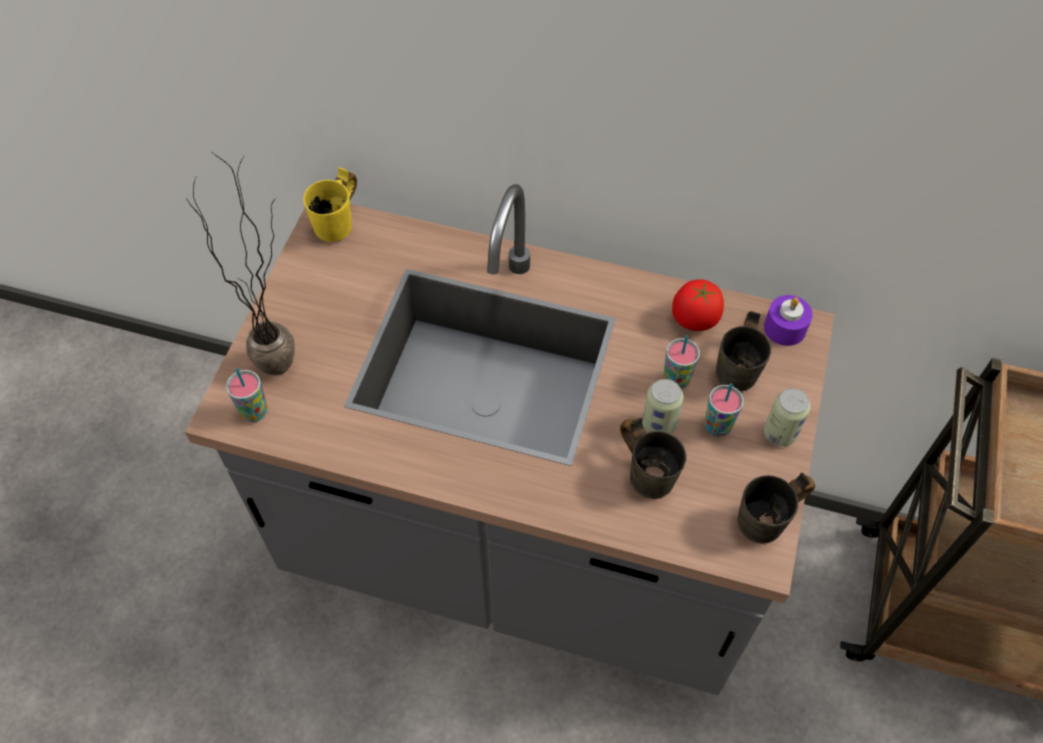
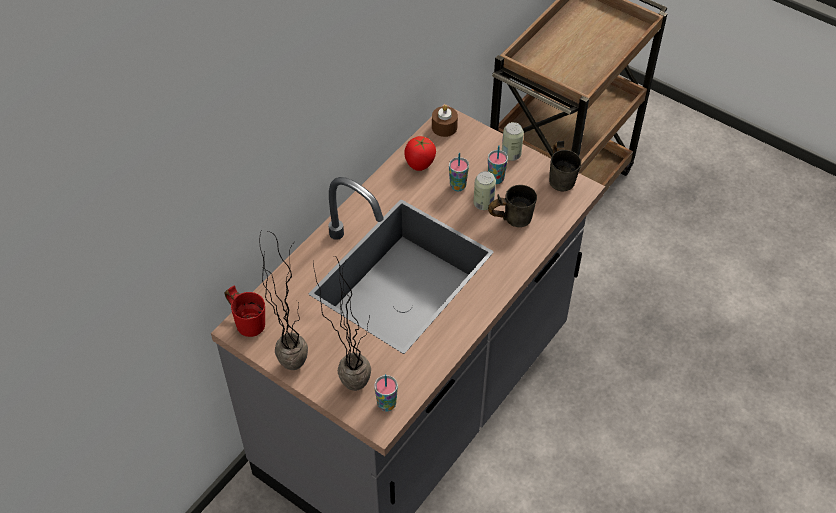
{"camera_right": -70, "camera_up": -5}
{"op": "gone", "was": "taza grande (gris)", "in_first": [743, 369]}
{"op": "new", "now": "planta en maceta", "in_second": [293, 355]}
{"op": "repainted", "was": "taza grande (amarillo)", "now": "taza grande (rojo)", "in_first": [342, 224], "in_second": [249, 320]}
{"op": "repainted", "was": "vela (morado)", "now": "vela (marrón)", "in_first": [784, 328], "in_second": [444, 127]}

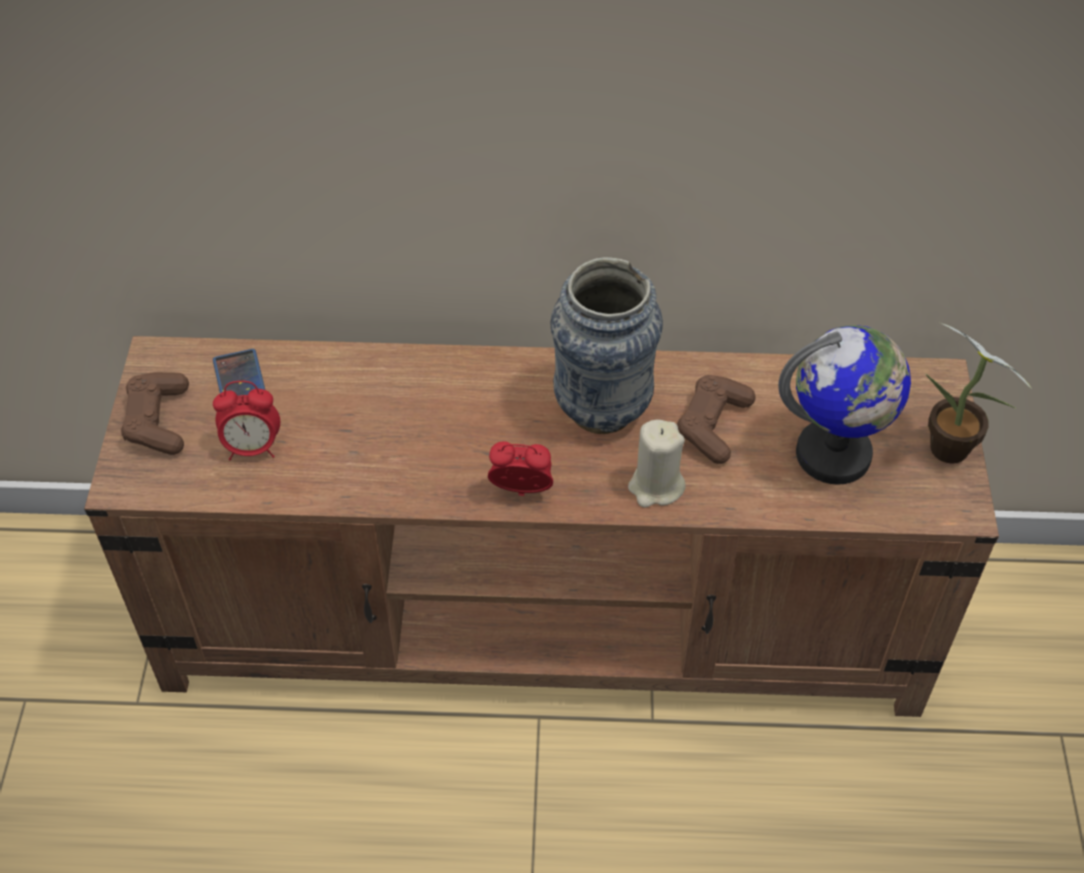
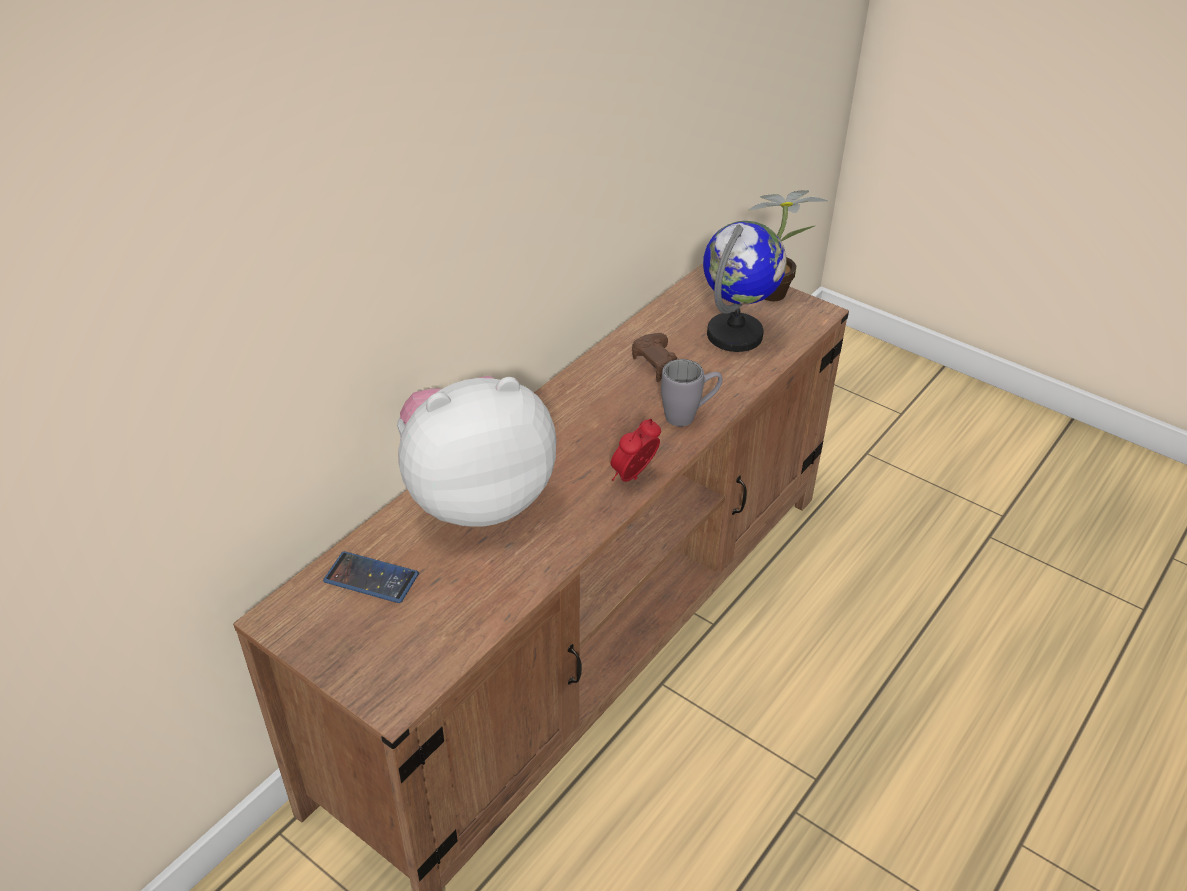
{"camera_right": -55, "camera_up": -10}
{"op": "gone", "was": "mando de consola (marrón)", "in_first": [158, 421]}
{"op": "gone", "was": "despertador", "in_first": [252, 448]}
{"op": "gone", "was": "florero", "in_first": [602, 409]}
{"op": "new", "now": "peluche", "in_second": [476, 497]}
{"op": "swapped", "was": "vela (beis)", "now": "taza grande (gris)", "in_first": [655, 486], "in_second": [689, 416]}

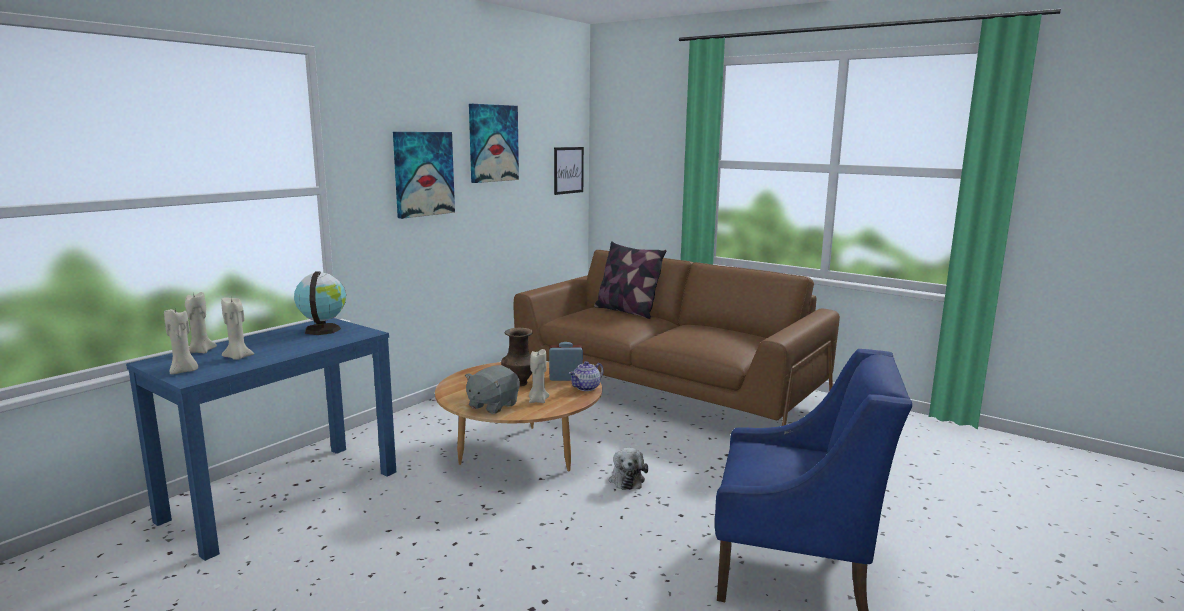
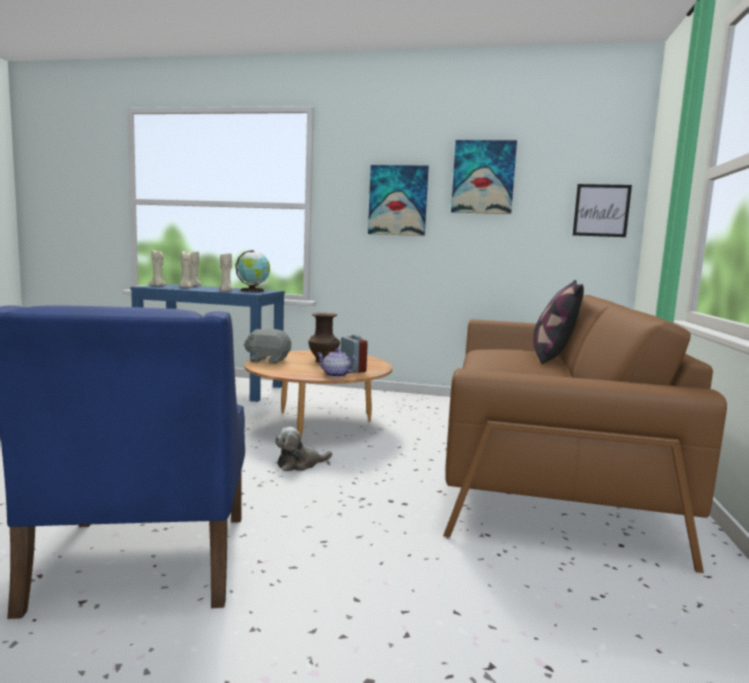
{"camera_right": 65, "camera_up": -5}
{"op": "shifted", "was": "vela (beis)", "in_first": [538, 400], "in_second": [226, 291]}

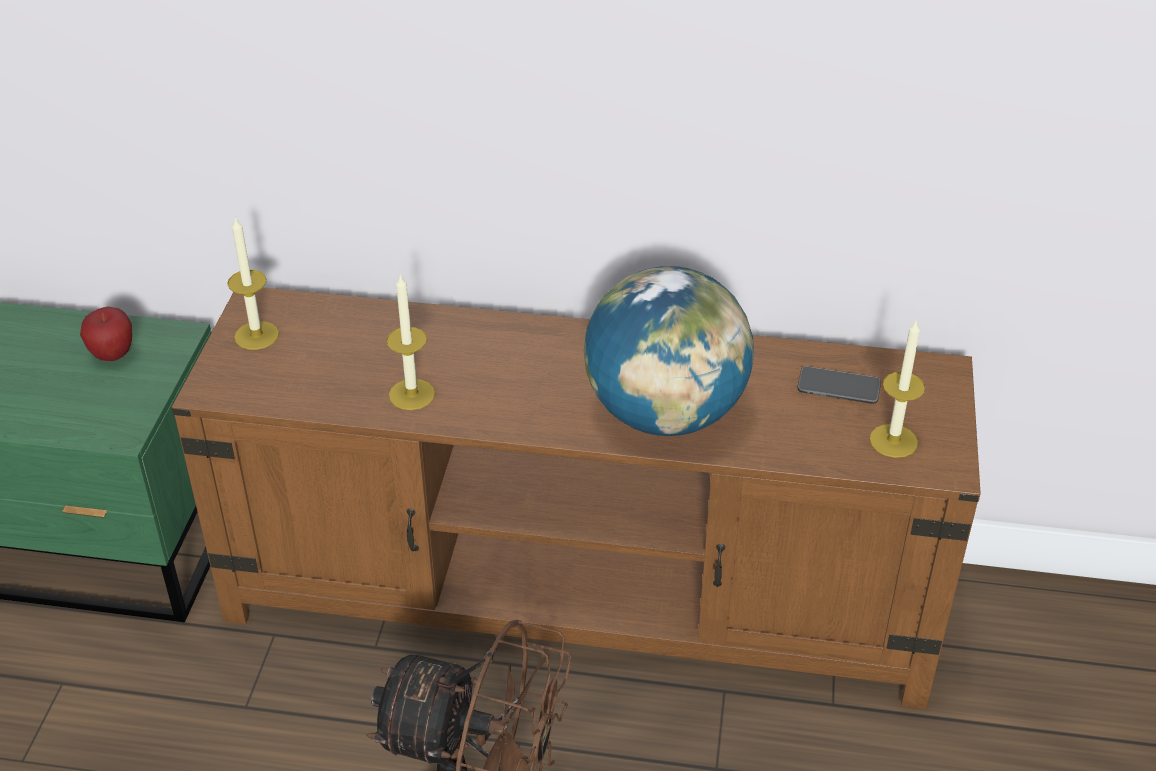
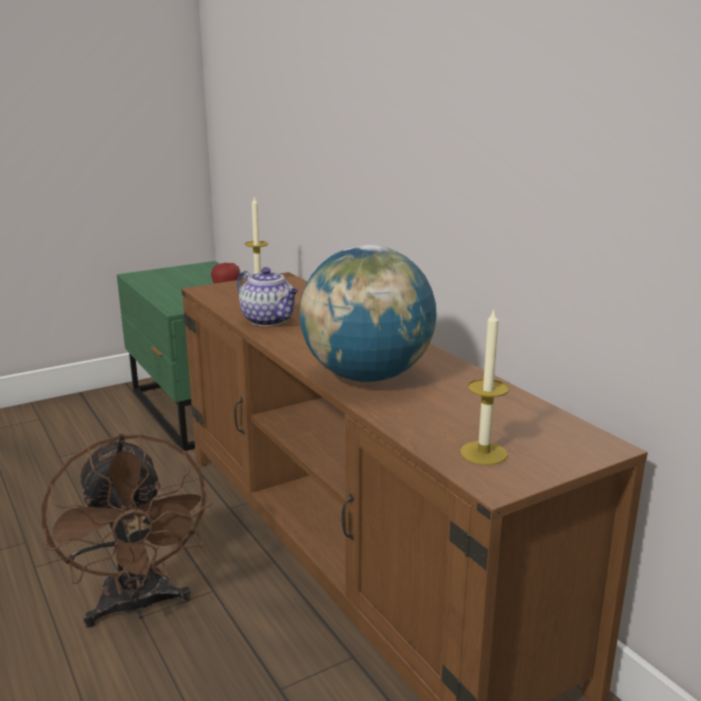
{"camera_right": 50, "camera_up": -20}
{"op": "gone", "was": "móvil", "in_first": [838, 386]}
{"op": "swapped", "was": "vela", "now": "tetera", "in_first": [412, 394], "in_second": [269, 320]}

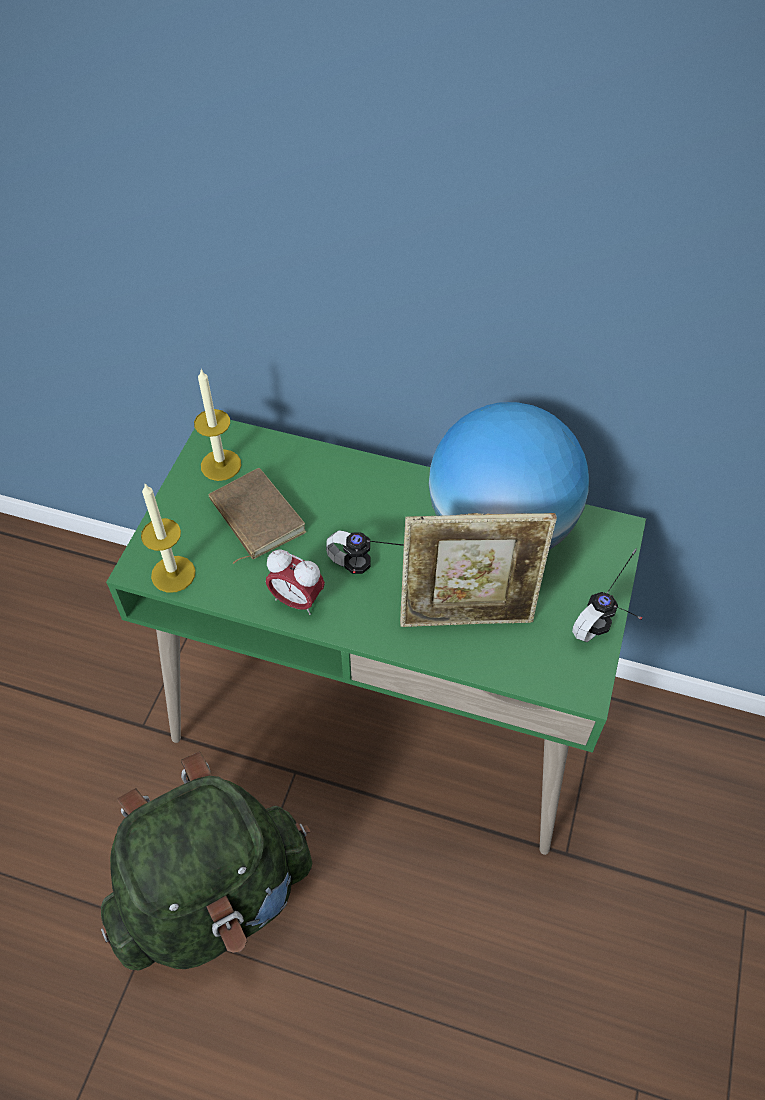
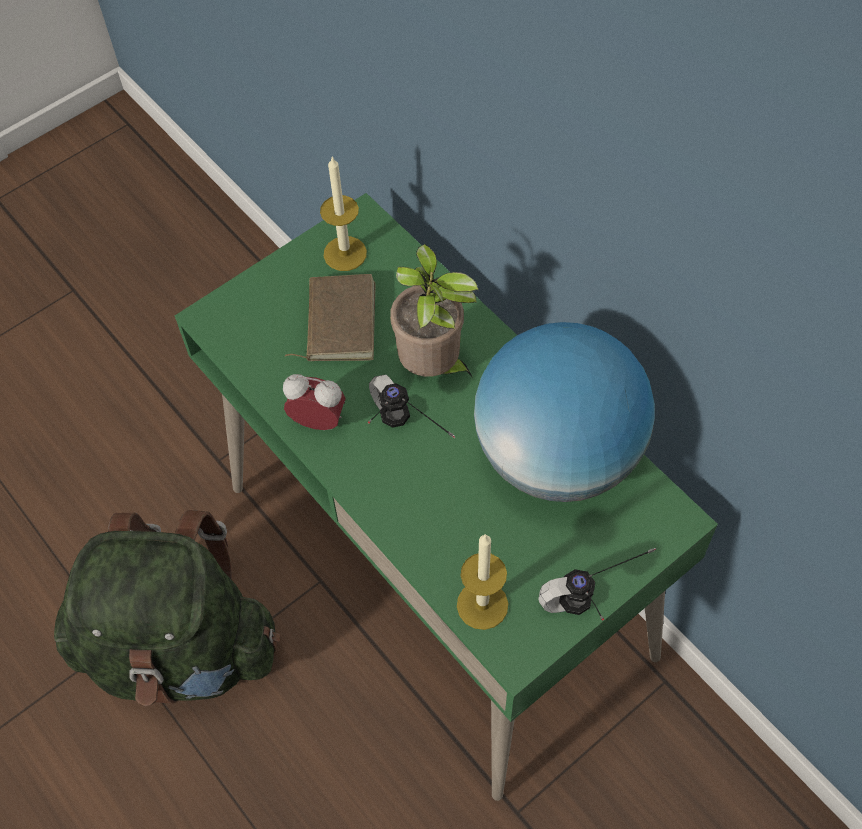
{"camera_right": 35, "camera_up": 5}
{"op": "gone", "was": "portarretratos", "in_first": [467, 617]}
{"op": "new", "now": "planta en maceta", "in_second": [433, 367]}
{"op": "shifted", "was": "vela", "in_first": [173, 574], "in_second": [482, 605]}
{"op": "rotated", "was": "despertador", "in_first": [297, 600], "in_second": [318, 421], "clockwise": 135}

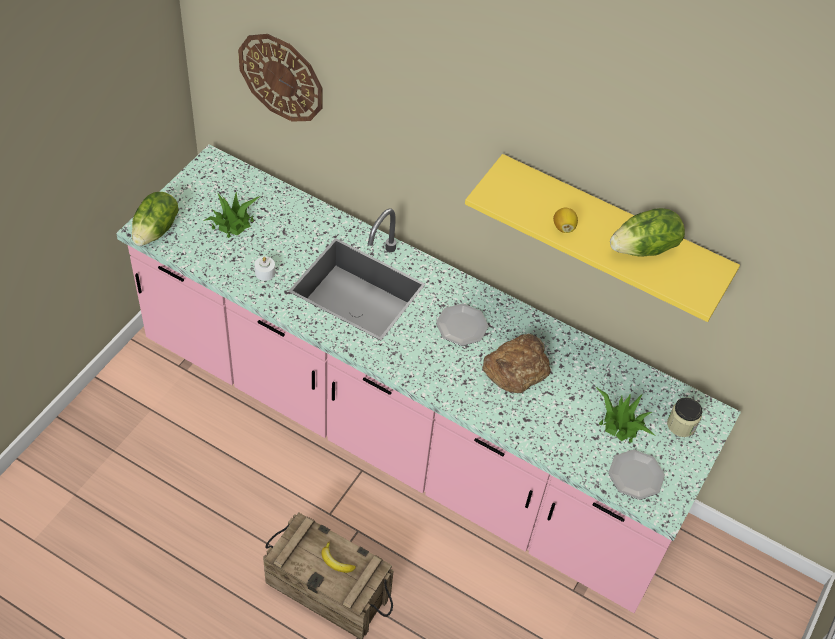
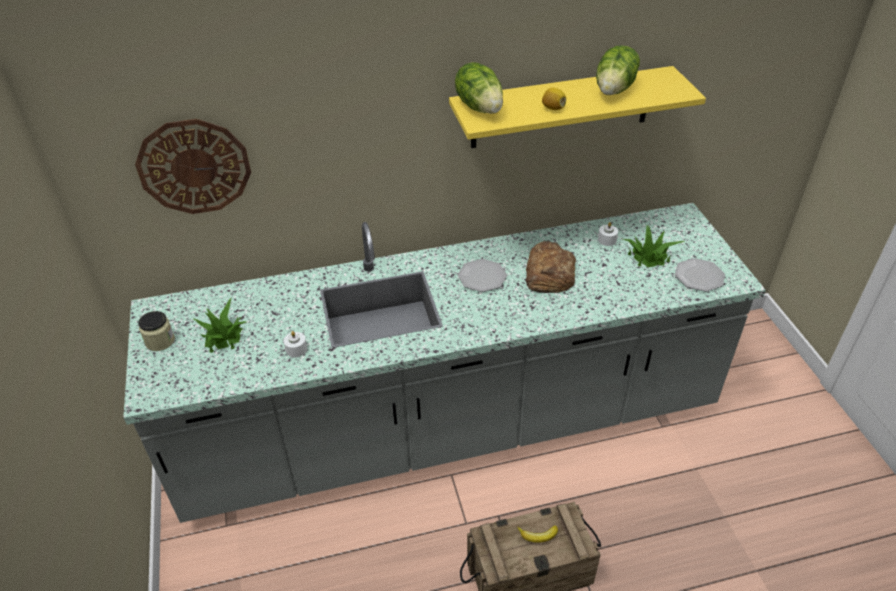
{"camera_right": -40, "camera_up": -10}
{"op": "new", "now": "vela (blanco)", "in_second": [607, 240]}
{"op": "shifted", "was": "lechuga", "in_first": [156, 230], "in_second": [480, 107]}
{"op": "shifted", "was": "tarro", "in_first": [681, 425], "in_second": [160, 341]}
{"op": "repainted", "was": "mueble bajo de cocina (rosa)", "now": "mueble bajo de cocina (gris)", "in_first": [405, 434], "in_second": [450, 427]}

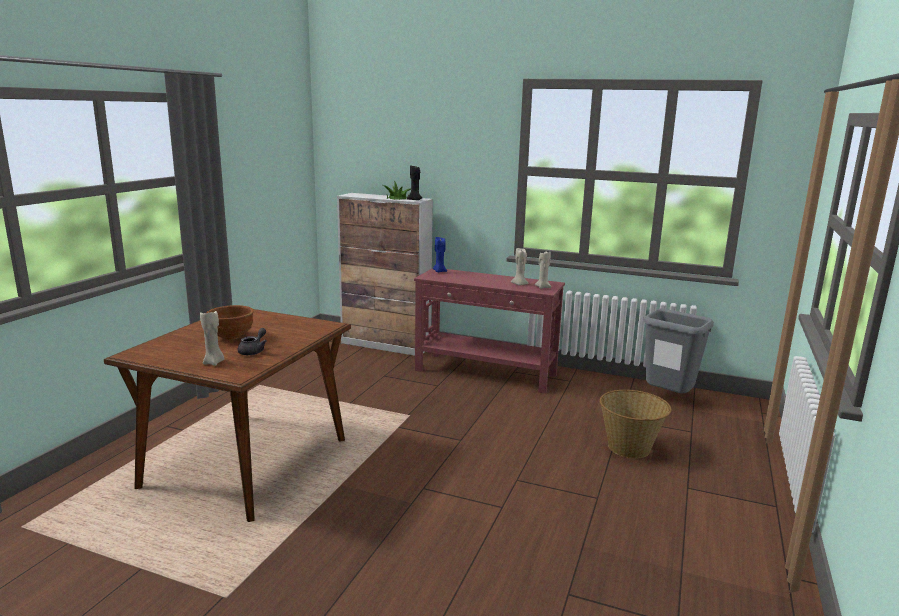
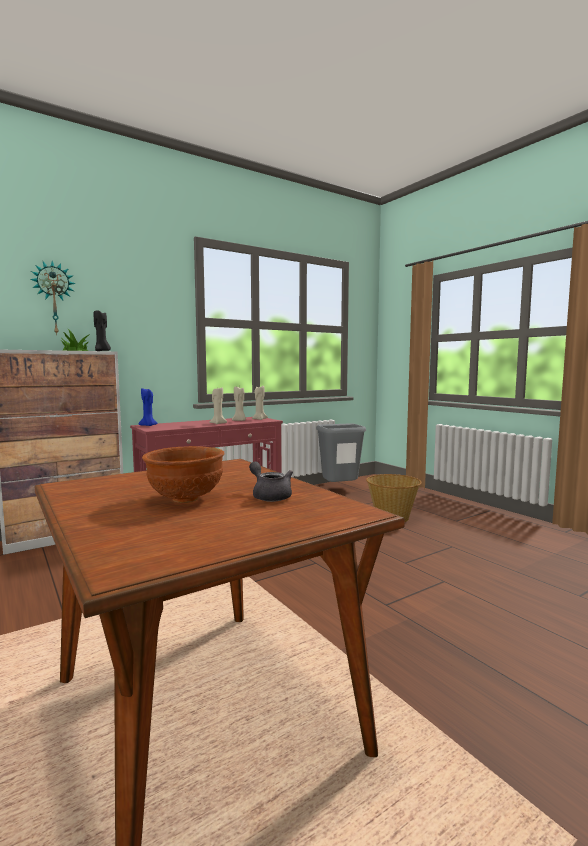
{"camera_right": -55, "camera_up": -10}
{"op": "new", "now": "reloj de pared", "in_second": [53, 298]}
{"op": "shifted", "was": "vela (beis)", "in_first": [214, 362], "in_second": [218, 423]}

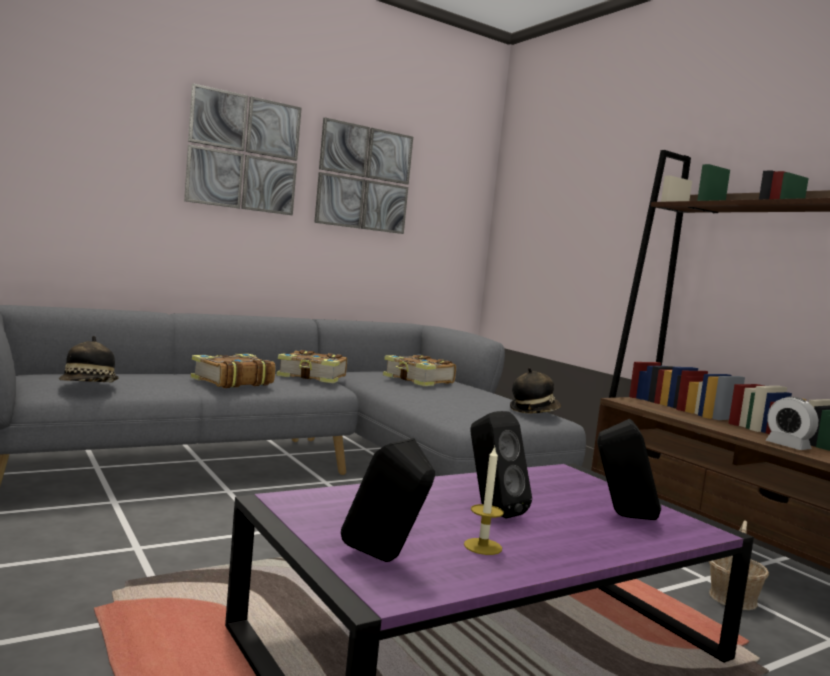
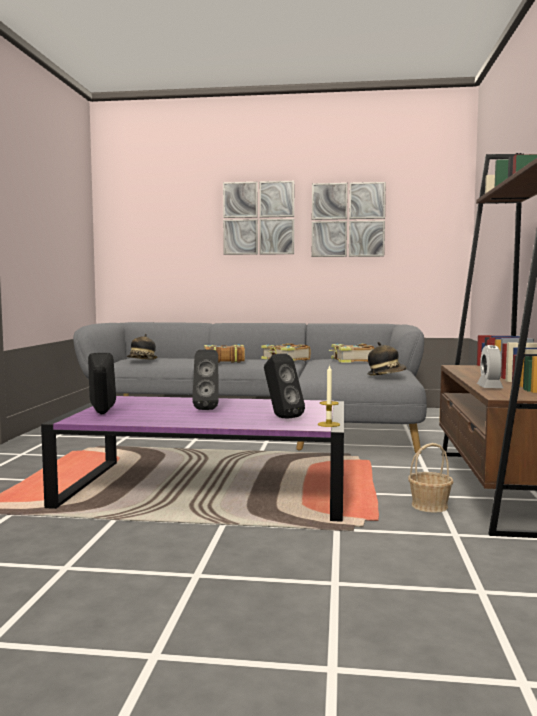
{"camera_right": 40, "camera_up": 0}
{"op": "shifted", "was": "vela", "in_first": [482, 546], "in_second": [328, 424]}

